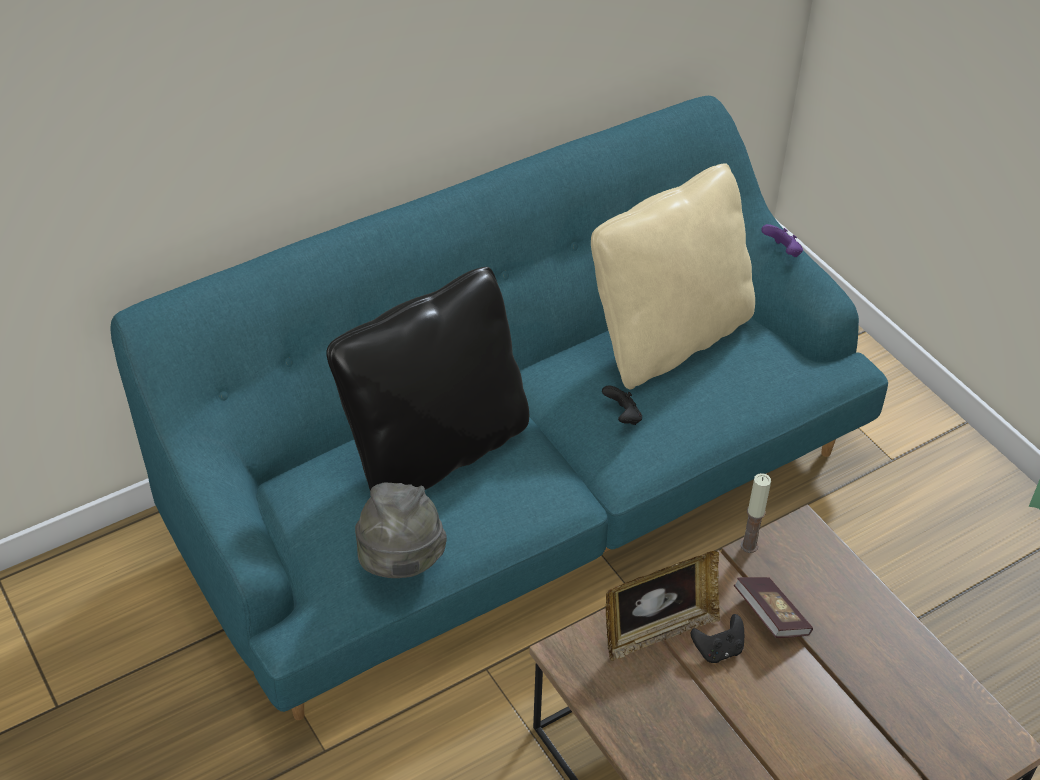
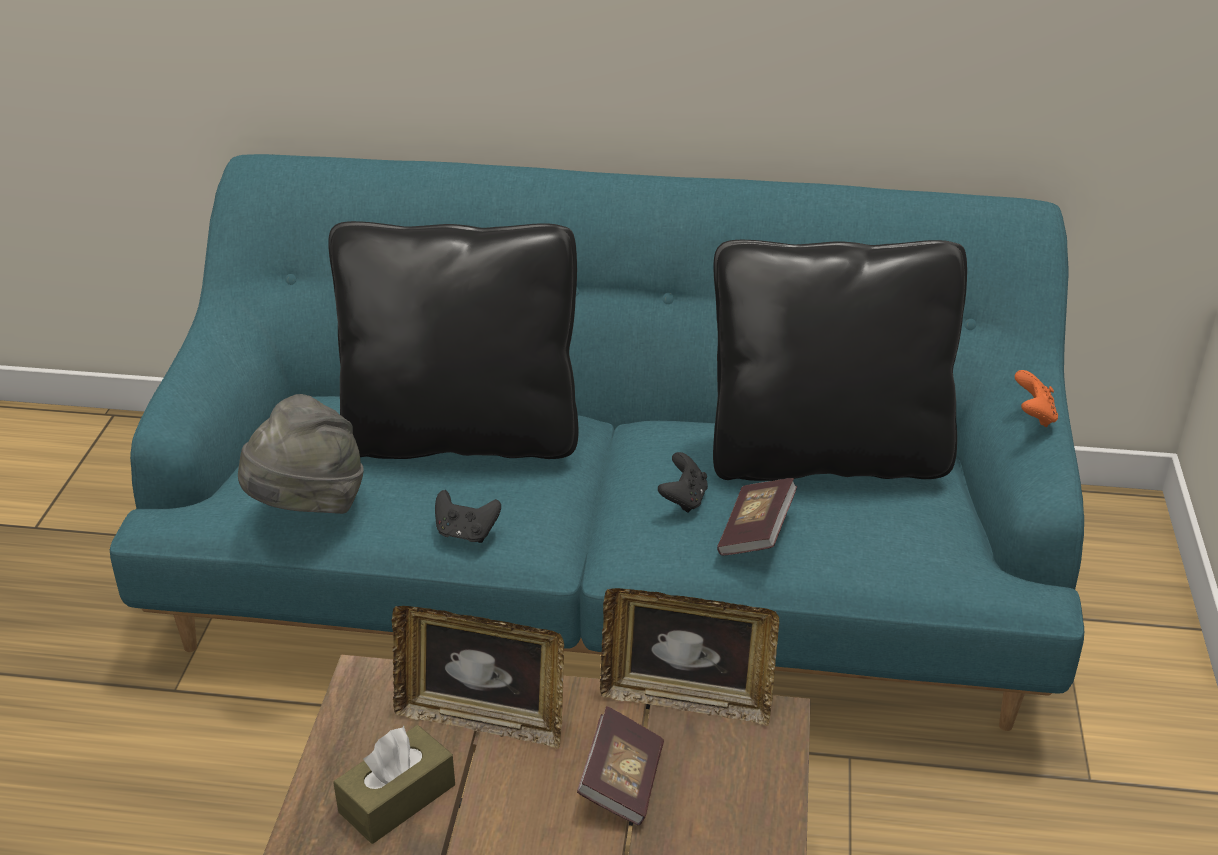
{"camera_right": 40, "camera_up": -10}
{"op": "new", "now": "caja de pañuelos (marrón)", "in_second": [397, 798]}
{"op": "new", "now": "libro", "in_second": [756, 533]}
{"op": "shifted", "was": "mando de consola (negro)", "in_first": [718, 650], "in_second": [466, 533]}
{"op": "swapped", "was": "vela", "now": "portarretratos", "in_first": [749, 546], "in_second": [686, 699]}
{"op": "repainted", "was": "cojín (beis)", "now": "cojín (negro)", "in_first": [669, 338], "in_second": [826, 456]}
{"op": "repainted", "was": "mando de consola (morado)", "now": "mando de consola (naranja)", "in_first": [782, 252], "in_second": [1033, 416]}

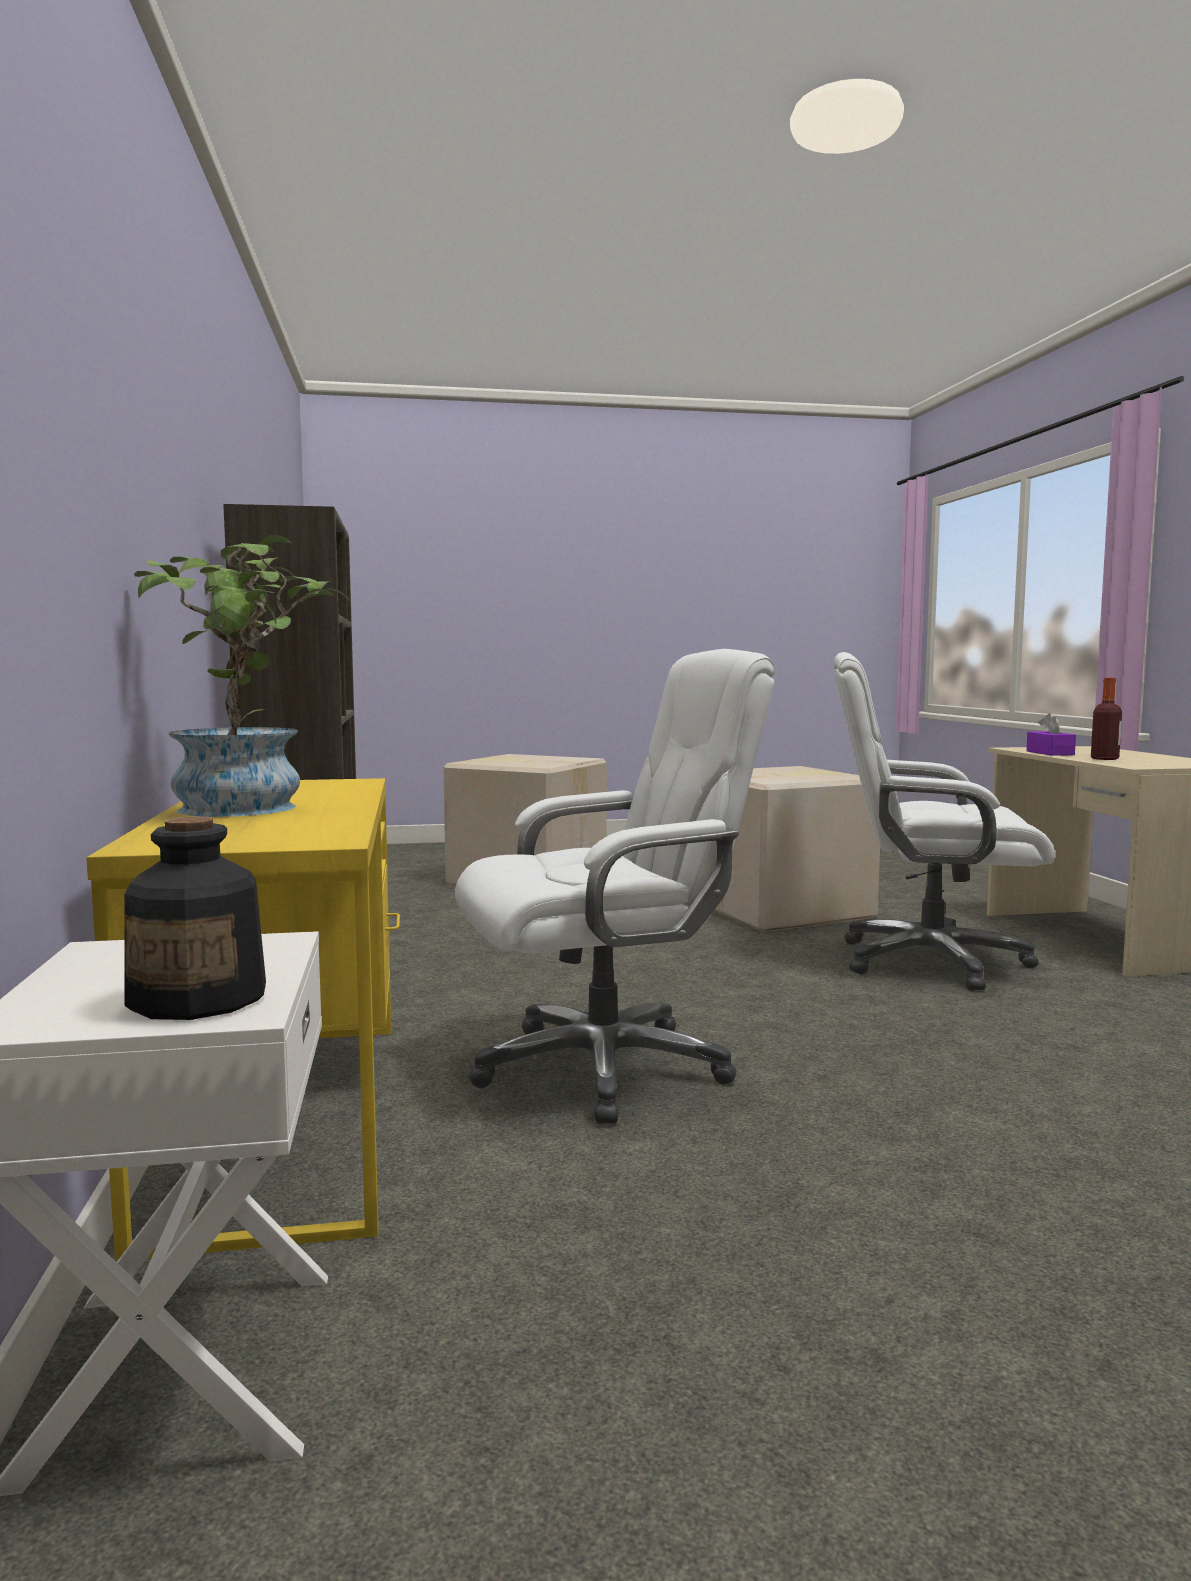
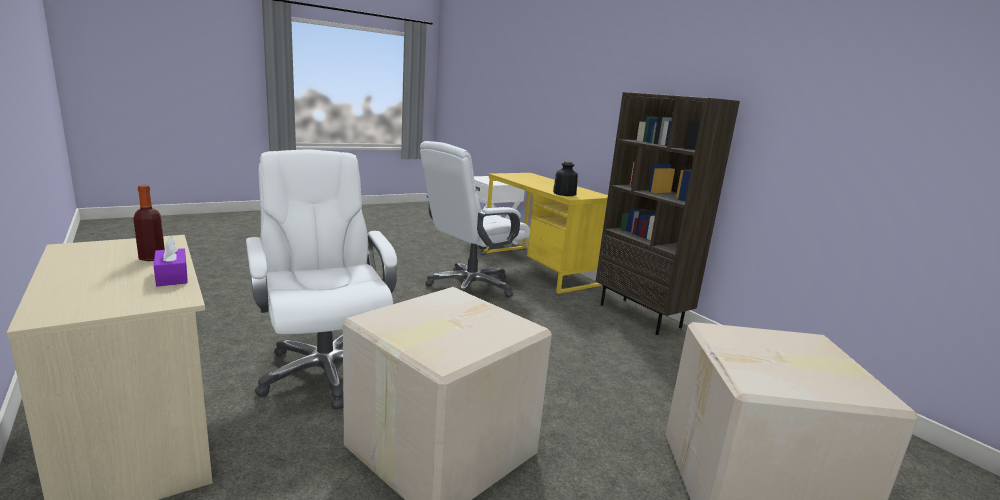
{"camera_right": 155, "camera_up": 10}
{"op": "gone", "was": "planta en maceta", "in_first": [247, 810]}
{"op": "shifted", "was": "botella", "in_first": [199, 998], "in_second": [564, 194]}
{"op": "rotated", "was": "silla de oficina (blanco)", "in_first": [928, 961], "in_second": [324, 372], "clockwise": -105}

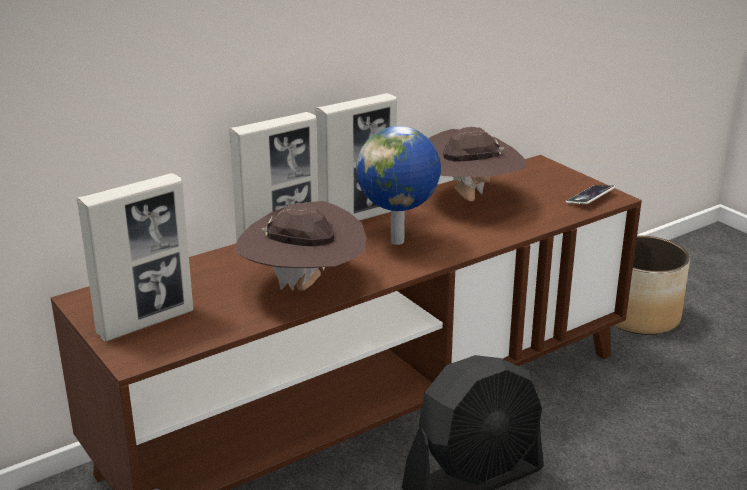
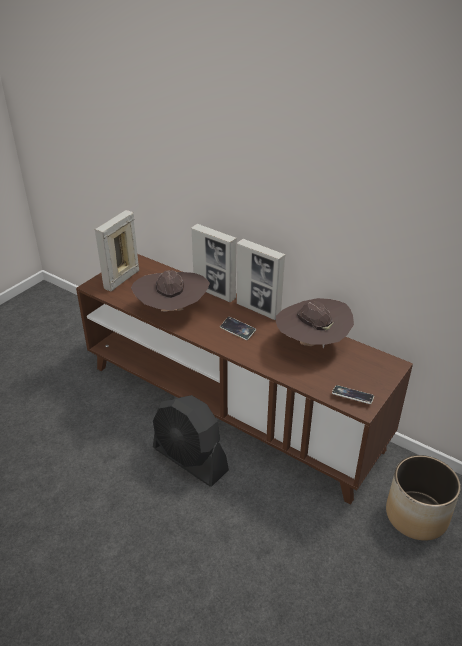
{"camera_right": 70, "camera_up": 10}
{"op": "swapped", "was": "globo terráqueo", "now": "móvil", "in_first": [399, 242], "in_second": [237, 330]}
{"op": "rotated", "was": "portarretratos", "in_first": [146, 322], "in_second": [121, 280], "clockwise": 90}

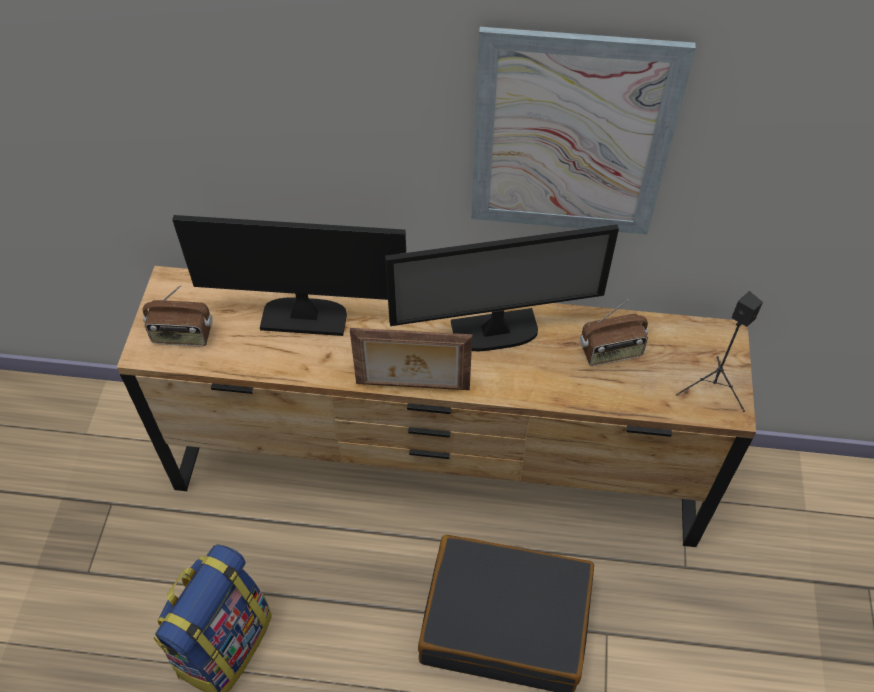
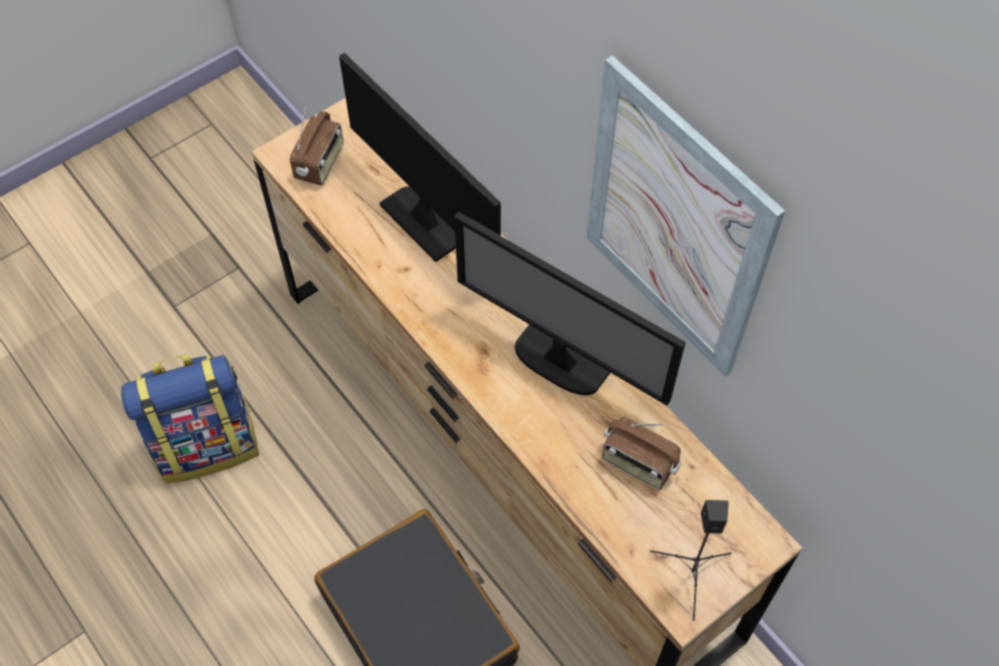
{"camera_right": 45, "camera_up": 5}
{"op": "gone", "was": "portarretratos", "in_first": [412, 387]}
{"op": "rotated", "was": "radio", "in_first": [182, 336], "in_second": [320, 164], "clockwise": -120}

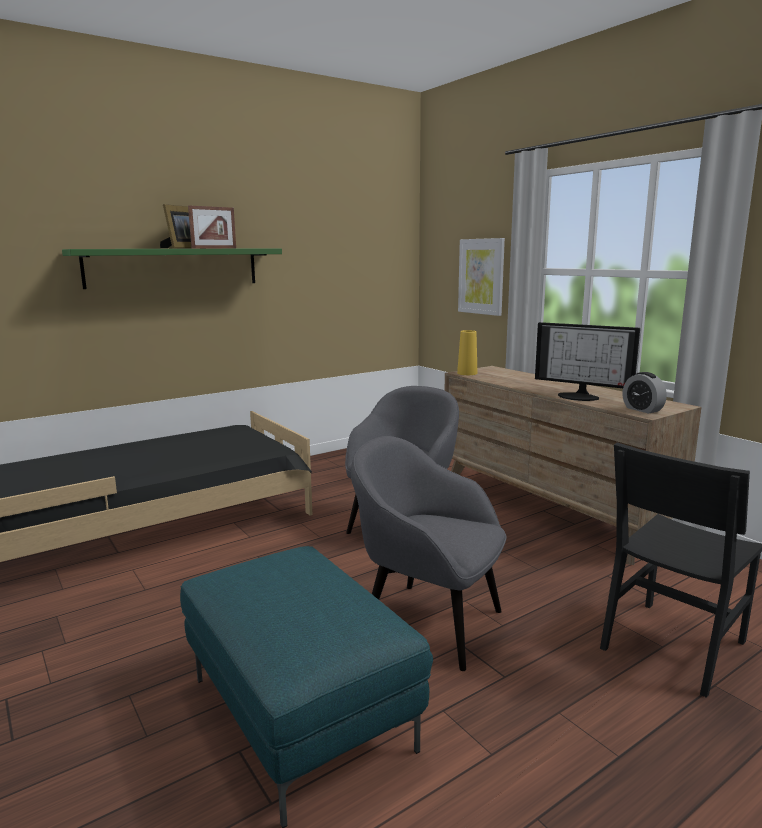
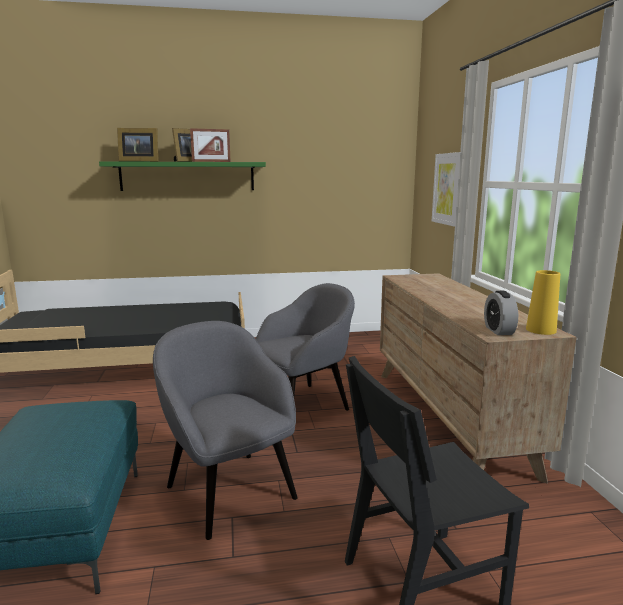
{"camera_right": 25, "camera_up": 0}
{"op": "gone", "was": "monitor", "in_first": [579, 396]}
{"op": "new", "now": "portarretratos", "in_second": [138, 161]}
{"op": "shifted", "was": "florero (amarillo)", "in_first": [467, 373], "in_second": [540, 330]}

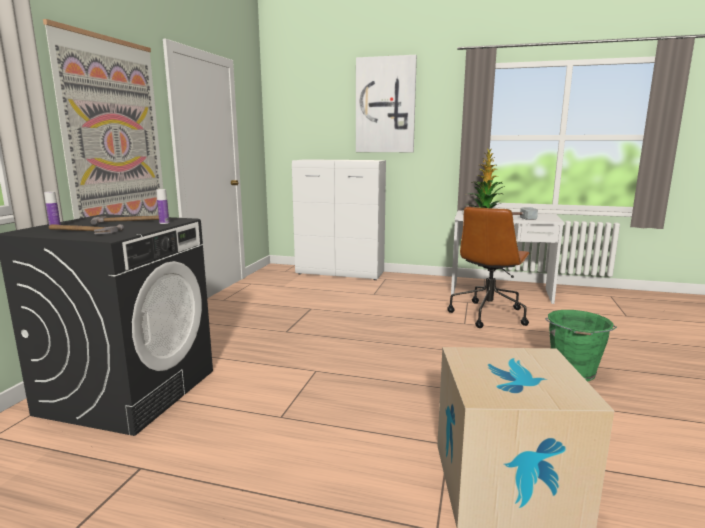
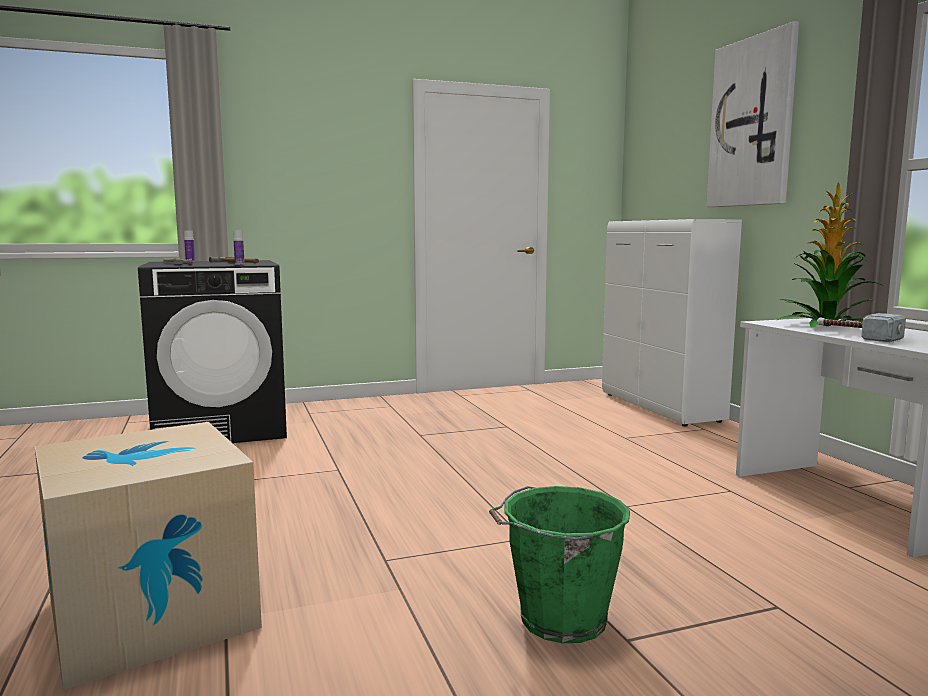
{"camera_right": 55, "camera_up": -5}
{"op": "gone", "was": "cuadro", "in_first": [115, 142]}
{"op": "gone", "was": "silla de oficina (marrón)", "in_first": [488, 314]}

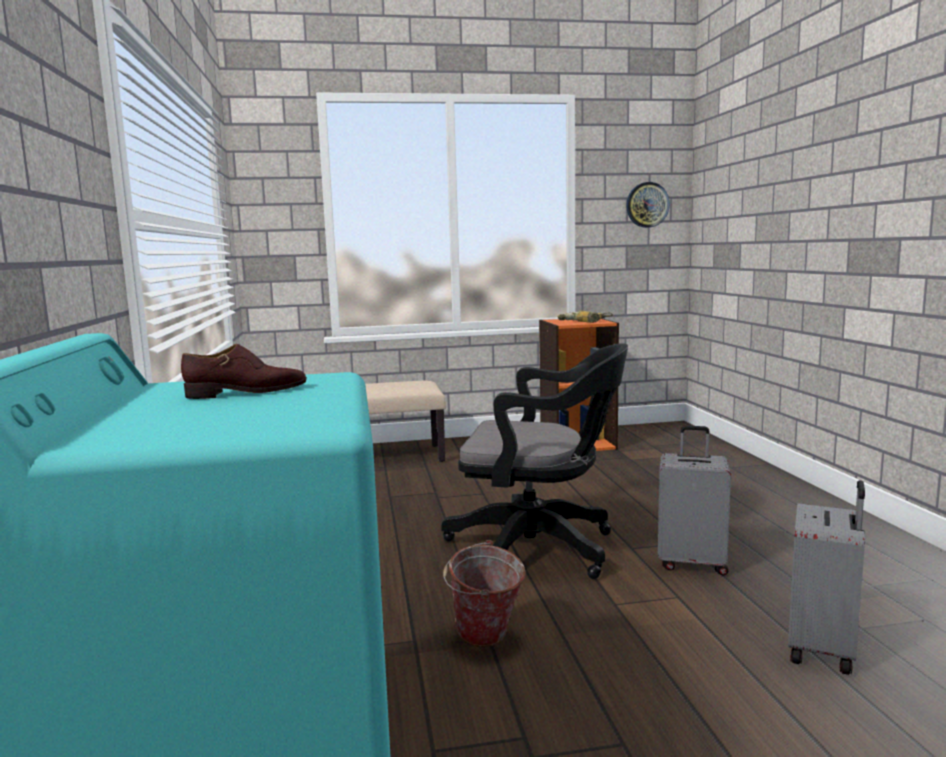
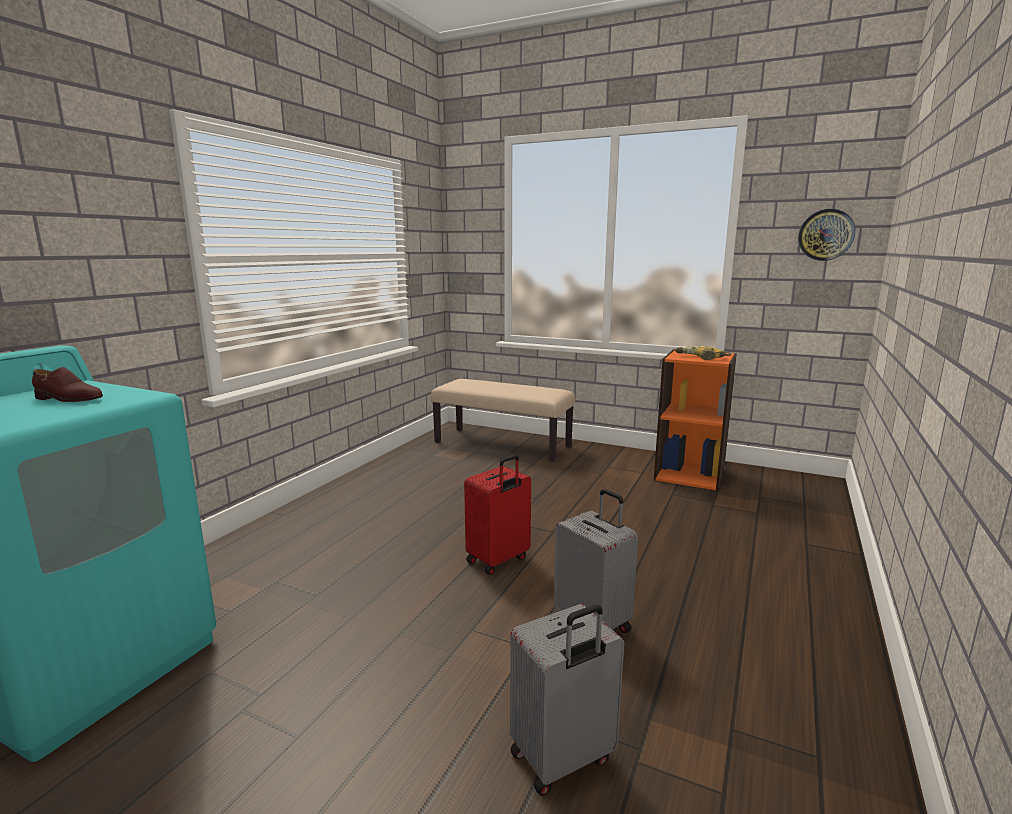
{"camera_right": 35, "camera_up": 5}
{"op": "gone", "was": "cubo", "in_first": [485, 640]}
{"op": "swapped", "was": "silla de oficina (negro)", "now": "maleta (rojo)", "in_first": [540, 549], "in_second": [498, 560]}

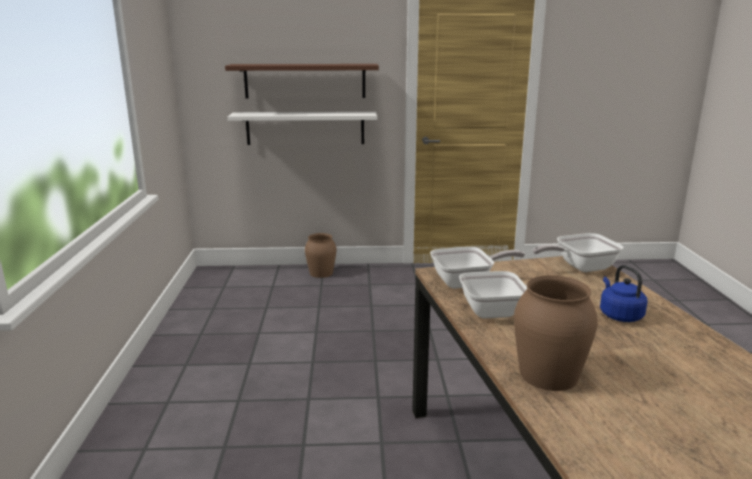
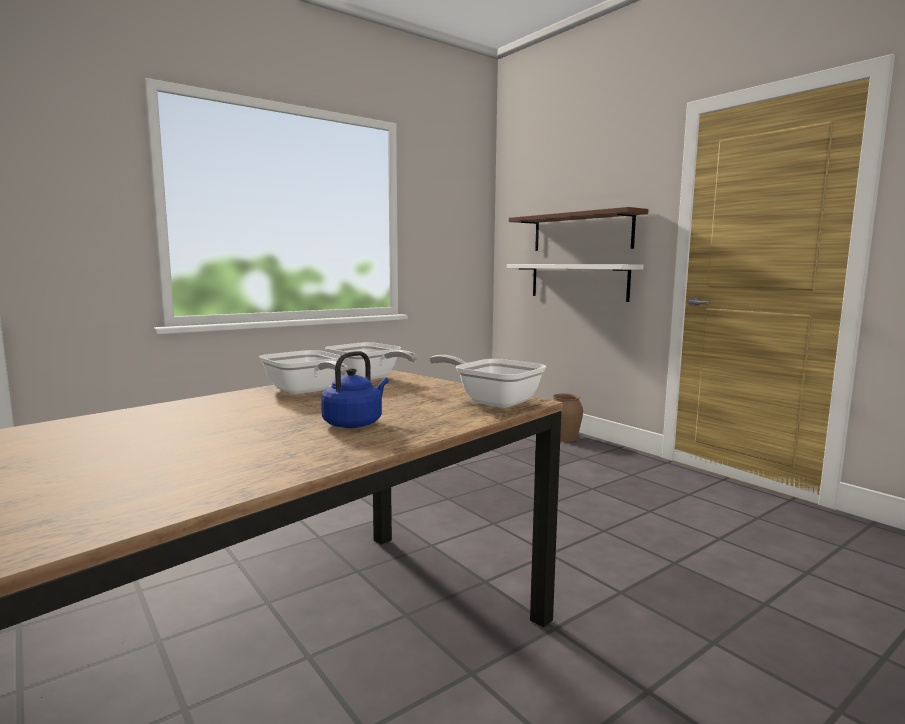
{"camera_right": 55, "camera_up": -10}
{"op": "gone", "was": "florero (marrón)", "in_first": [547, 374]}

